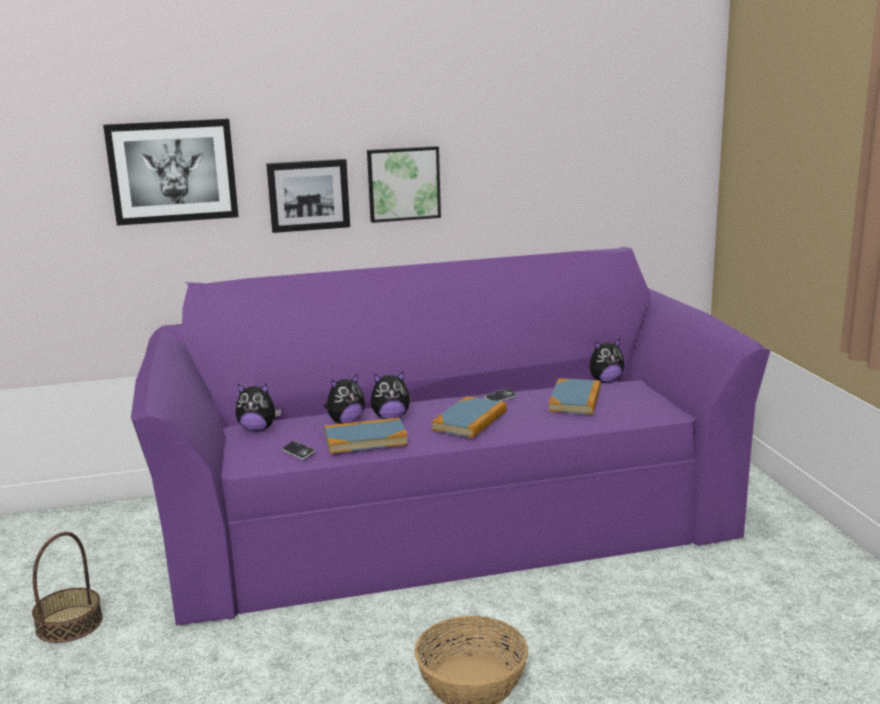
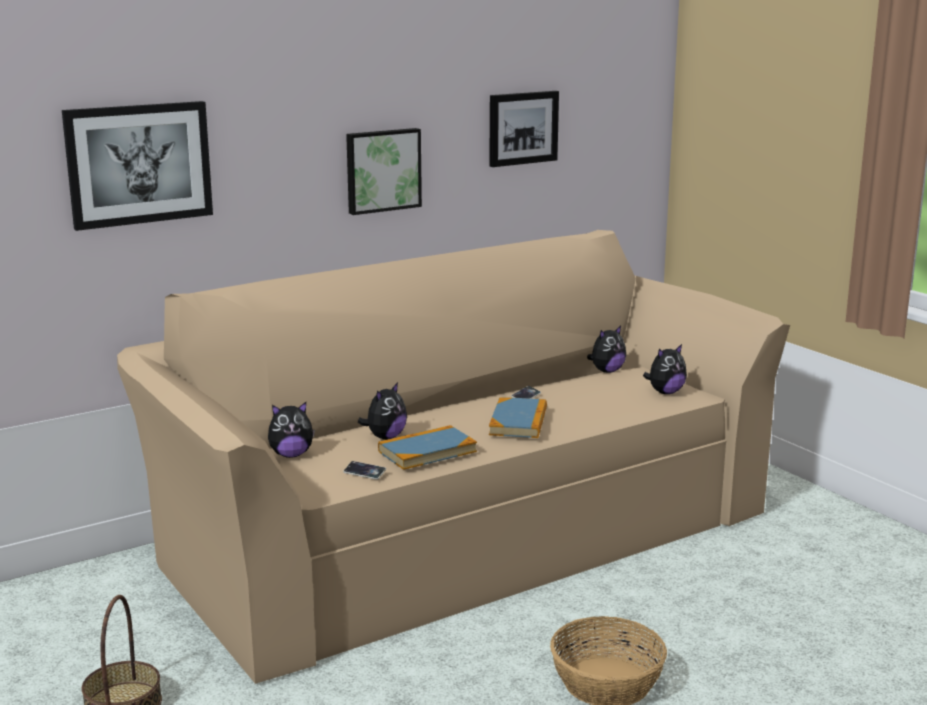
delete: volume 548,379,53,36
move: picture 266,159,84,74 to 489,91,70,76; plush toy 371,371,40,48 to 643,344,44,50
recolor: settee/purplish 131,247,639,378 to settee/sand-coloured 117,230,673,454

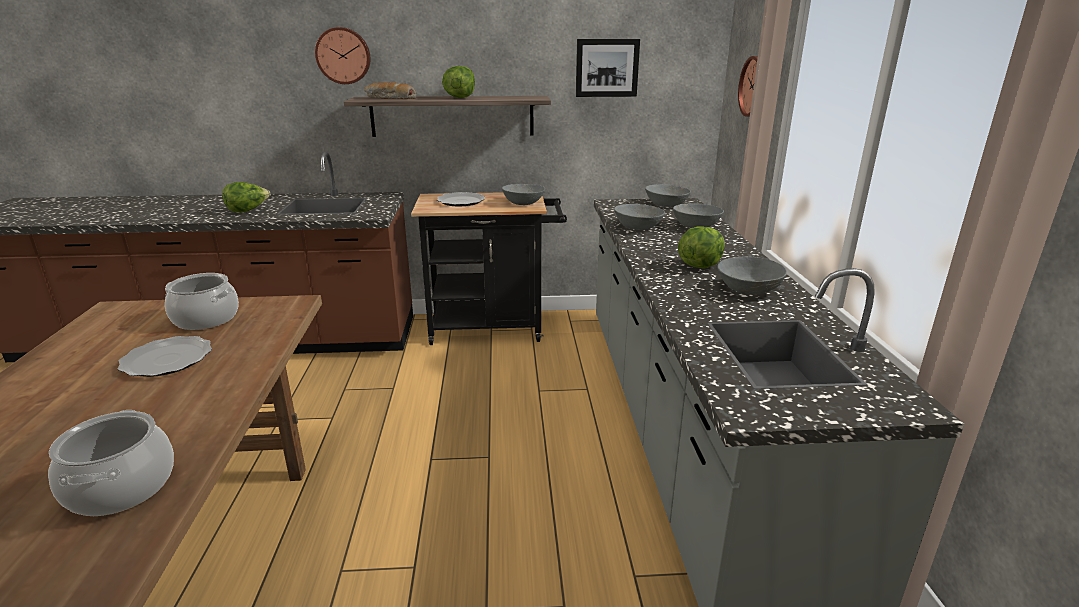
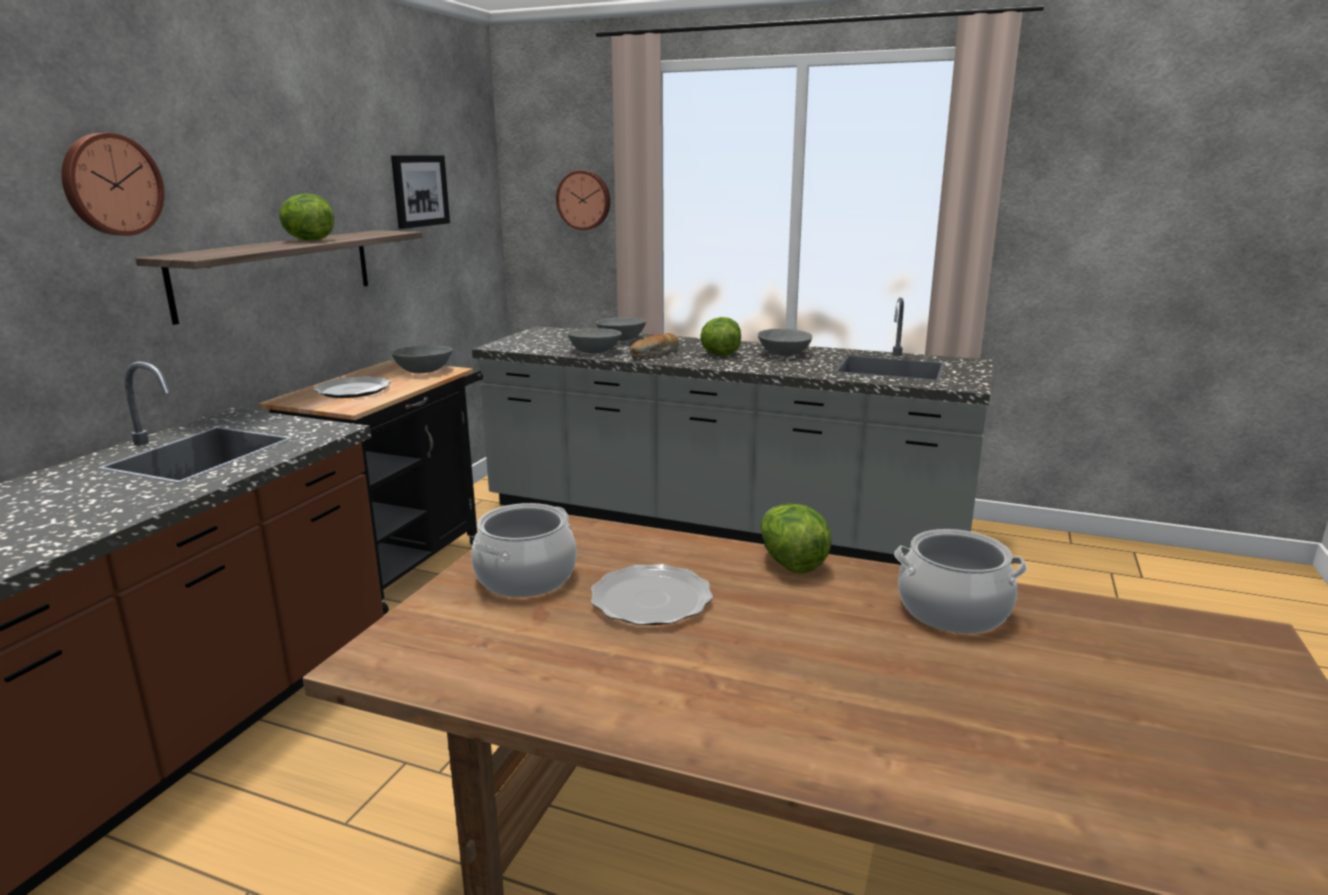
delete: serving bowl/grey 645,184,46,23
move: bakery bread 364,82,52,17 to 630,333,49,25; lettuce head 222,182,49,31 to 761,504,71,70

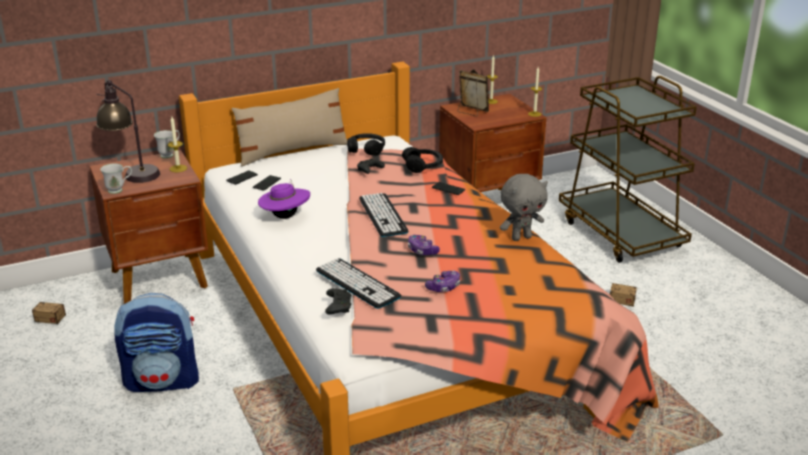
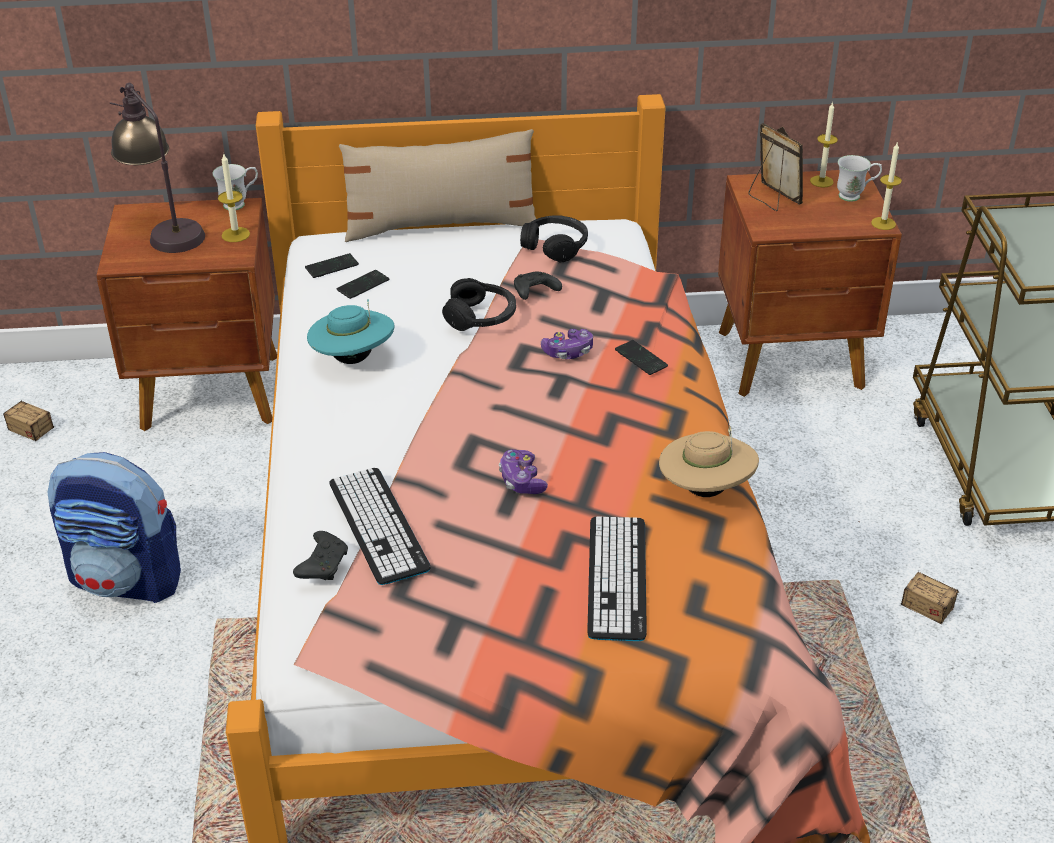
move: headphones/blackish 402,147,41,26 to 442,278,74,53; mug/white 100,163,32,31 to 837,155,45,46; keyboard 359,193,50,44 to 587,516,60,125; joypad 425,271,35,21 to 541,329,52,30
replace: plush toy/grey 500,174,48,67 to clothing hat/sand-coloured 659,426,100,71
recolor: clothing hat/purplish 258,179,52,40 to clothing hat/blue-green 307,300,87,64

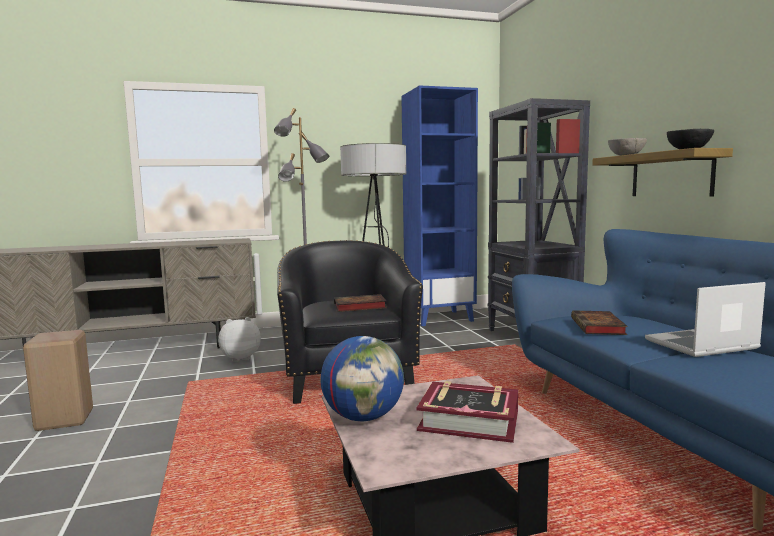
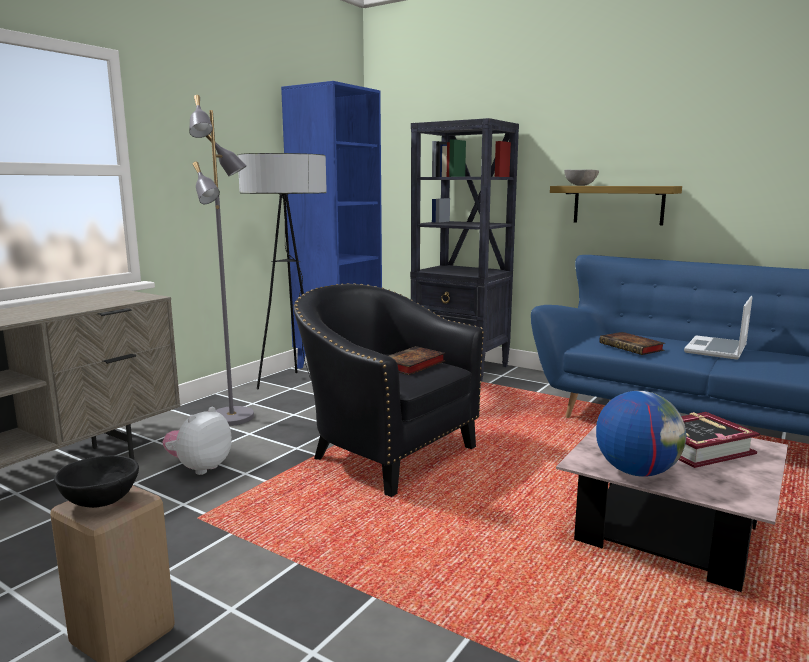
move: serving bowl/blackish 667,129,47,20 to 54,455,85,53

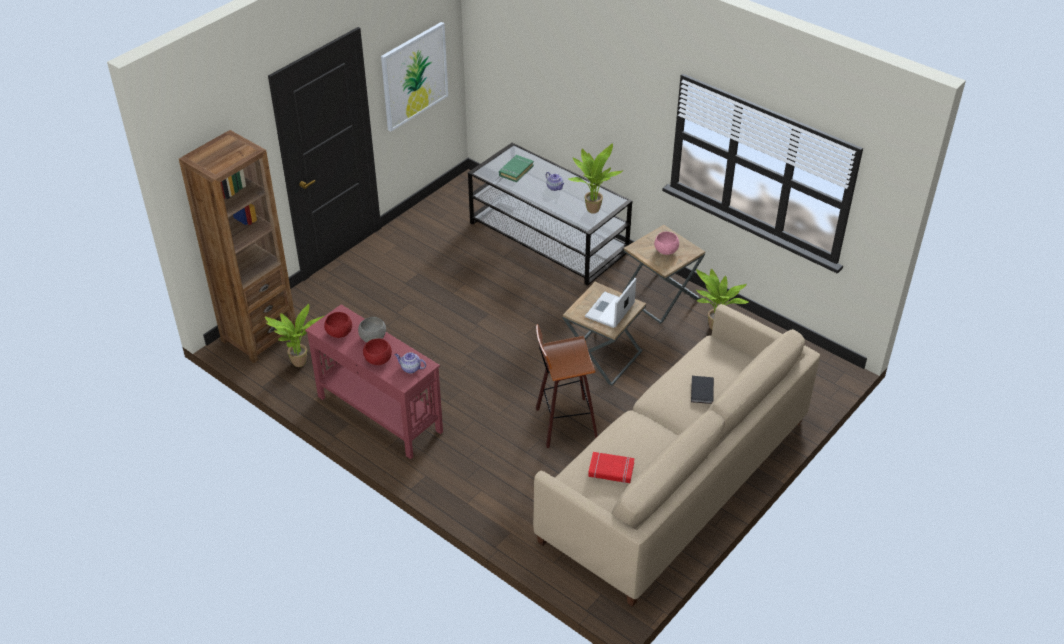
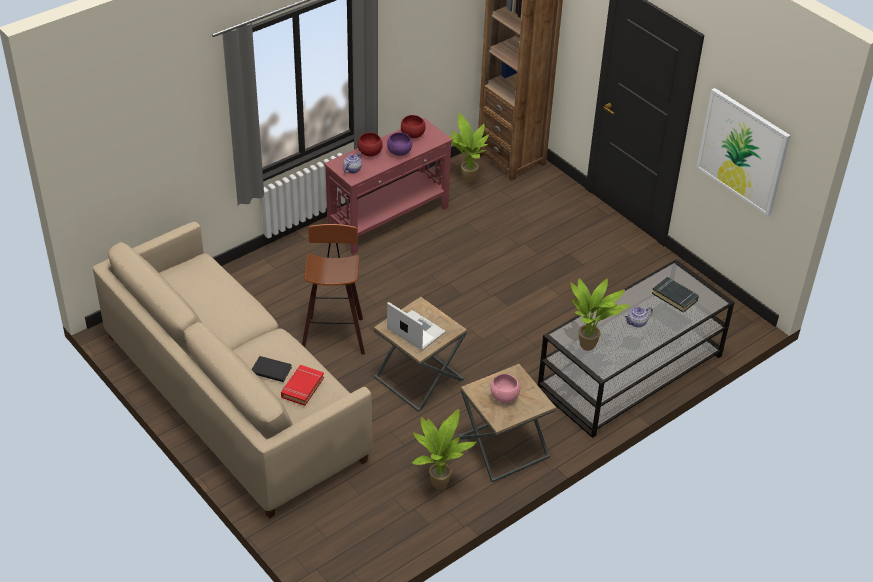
move: volume/reddish 588,452,47,31 to 281,365,43,41
recolor: volume/greenish 499,155,35,27 to volume/blackish 652,277,47,36; serving bowl/grey 358,317,28,25 to serving bowl/purplish 387,132,25,24

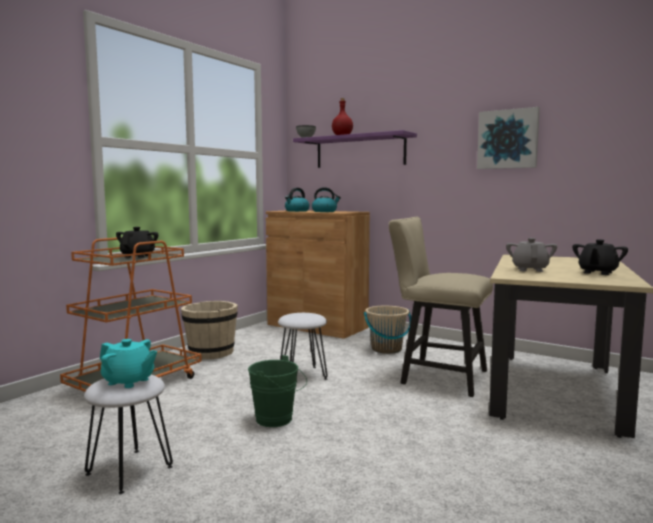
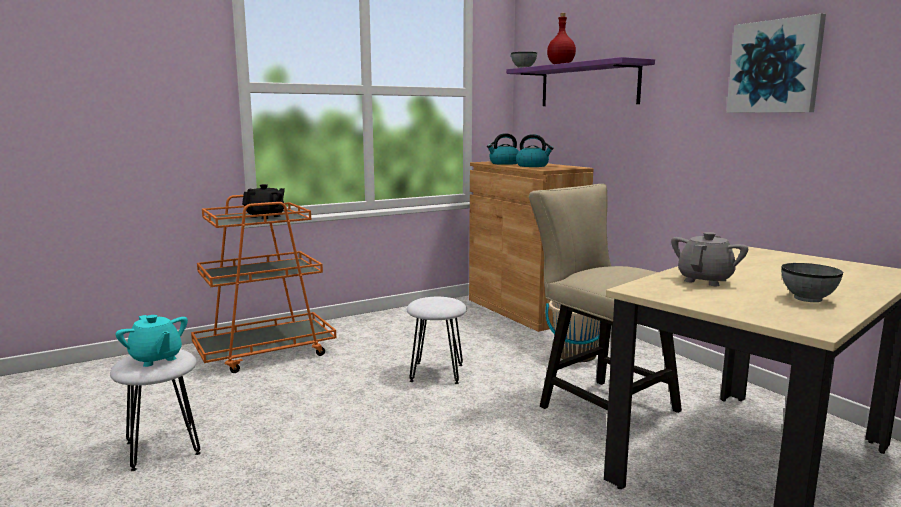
delete: water bucket/sand-coloured 181,301,57,58; water bucket/greenish 248,355,59,72
replace: pot for tea/blackish 572,239,56,36 to serving bowl/grey 781,263,62,39

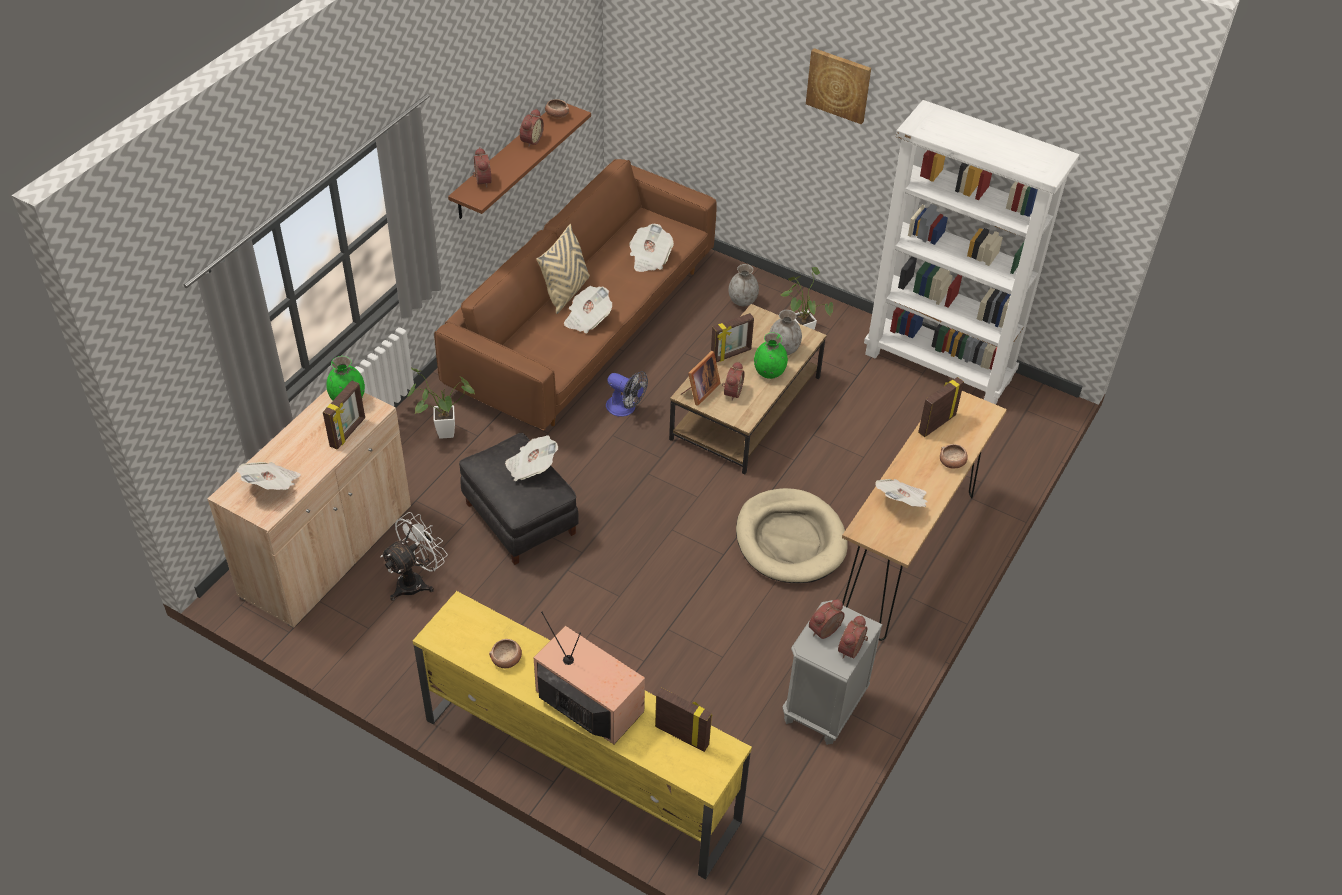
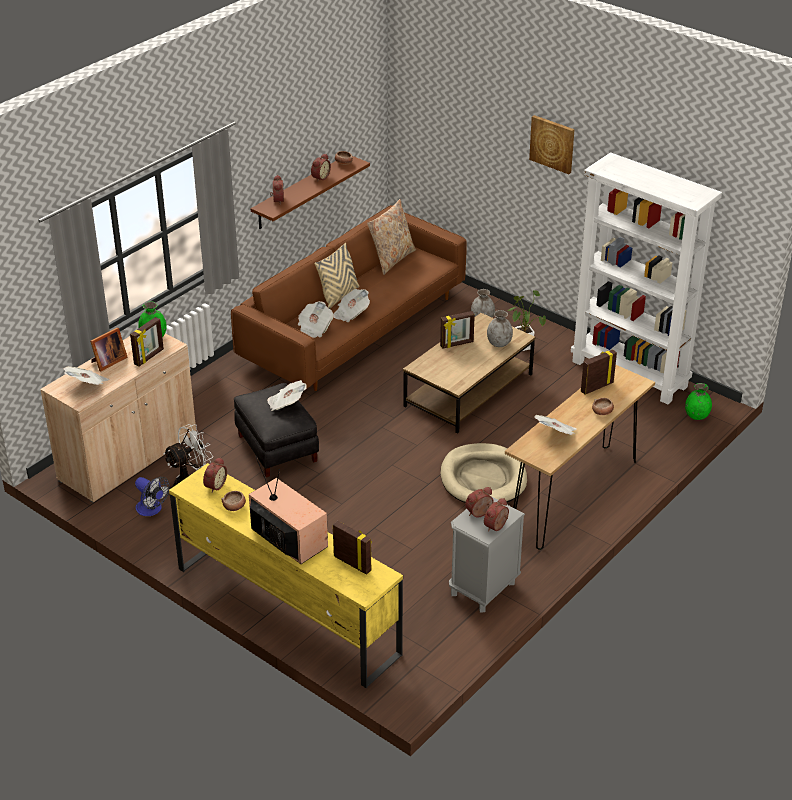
delete: potted plant 407,368,68,71
insert: throw pillow/sand-coloured 367,199,49,76
move: newspaper 629,224,45,48 to 297,301,36,37; flower vase/greenish 754,333,34,46 to 685,383,27,37; picture frame 681,351,40,55 to 90,327,38,44; bedside clock 722,361,23,40 to 203,457,24,36; fan 606,371,42,46 to 135,477,35,39

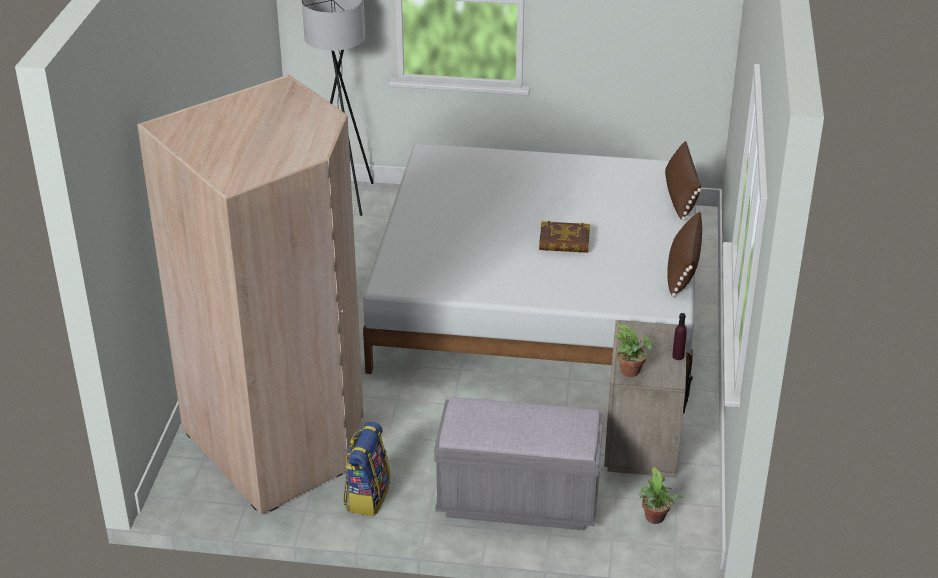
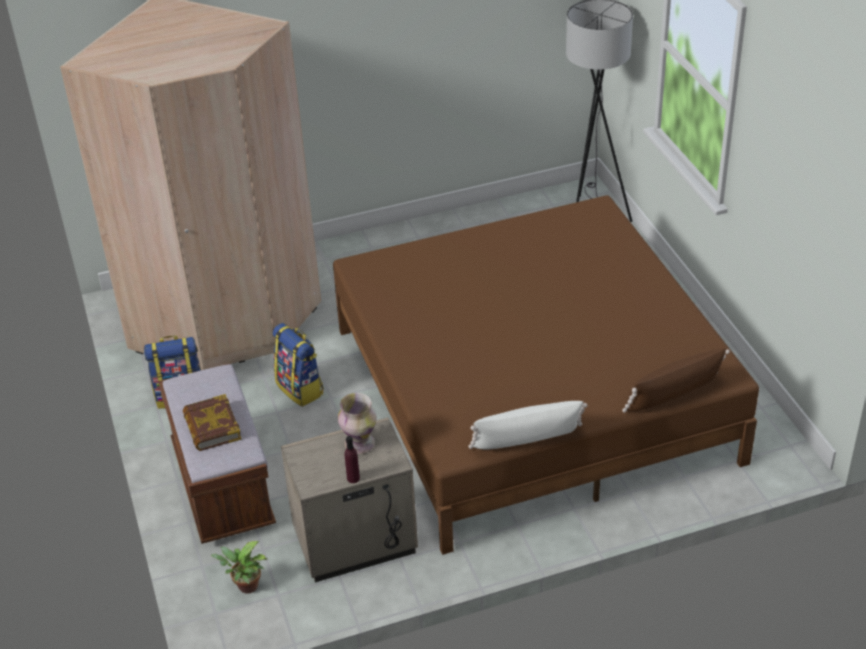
delete: potted plant 615,324,40,53
insert: rucksack 272,323,52,84; flower vase 338,393,39,61
move: volume 539,221,51,32 to 183,394,58,57
recolor: sleeping bed/white 363,144,334,238 to sleeping bed/brown-coloured 333,195,426,360; throw pillow/brown-coloured 667,212,35,85 to throw pillow/white 468,401,120,49; long seat/grey 434,398,170,132 to long seat/brown-coloured 158,363,118,181

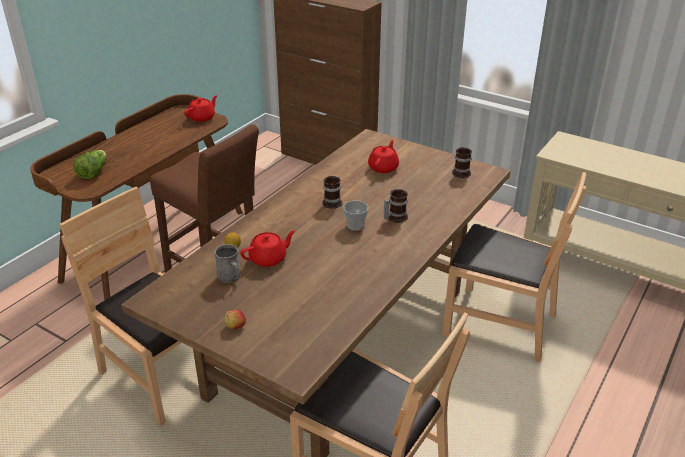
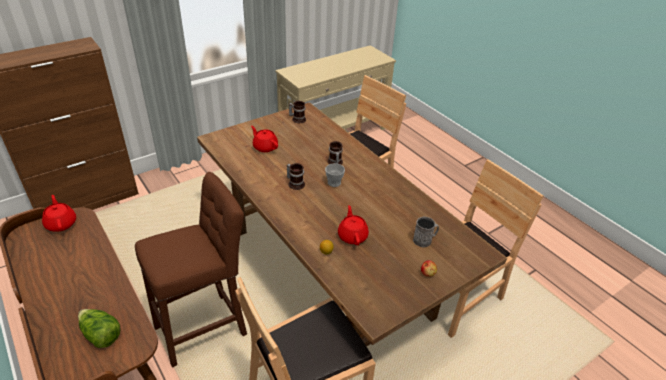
move: mug/grey 214,244,27,39 to 413,217,26,31

